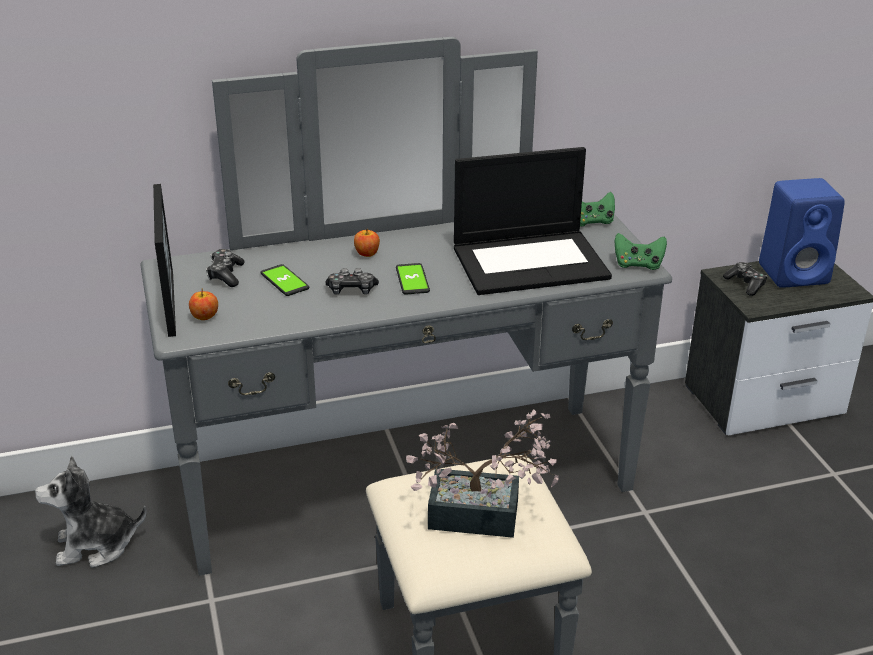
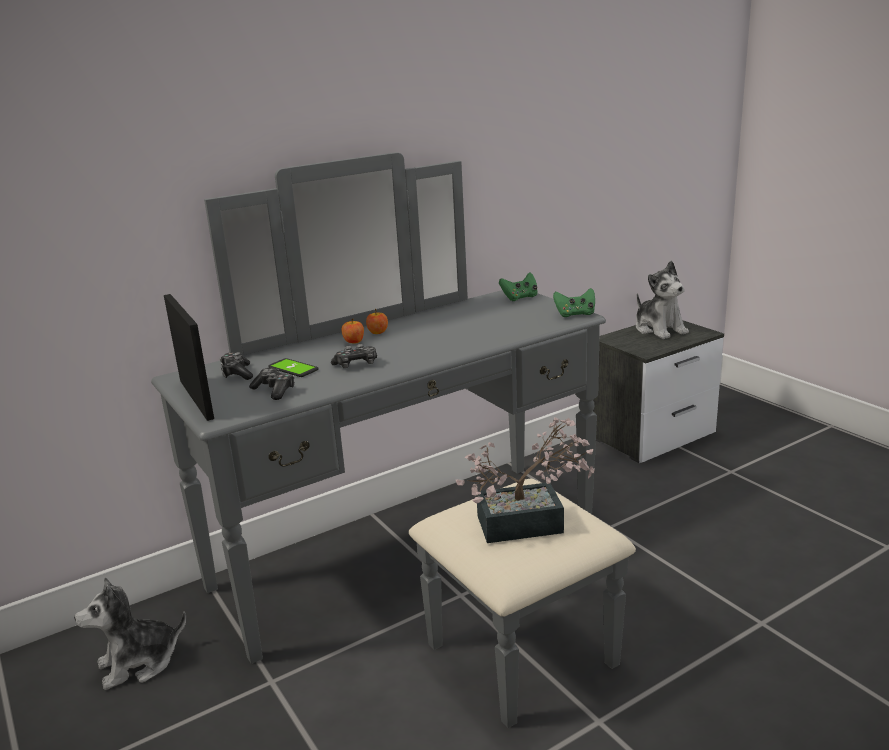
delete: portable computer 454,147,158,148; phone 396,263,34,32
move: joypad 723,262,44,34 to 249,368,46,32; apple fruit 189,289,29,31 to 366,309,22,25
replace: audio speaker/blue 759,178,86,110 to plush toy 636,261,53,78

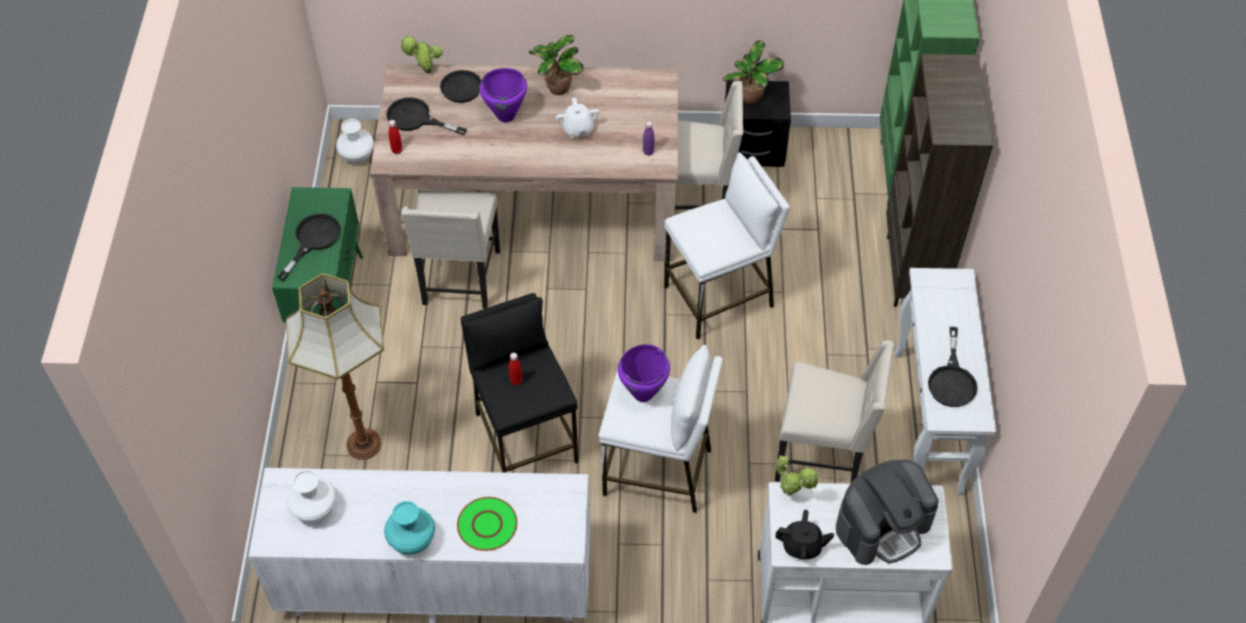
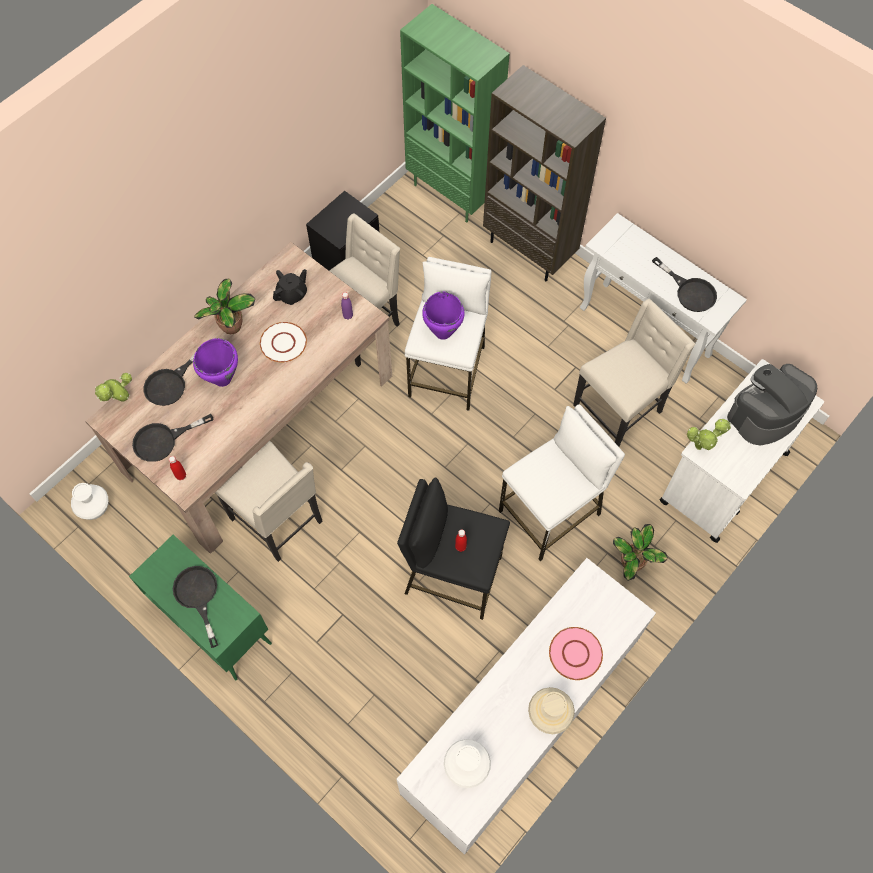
delete: floor lamp 286,273,98,187
move: potted plant 723,40,61,64 to 613,524,55,57; stockpot/purplish 618,344,52,58 to 422,291,42,49; pot for tea/blackish 775,510,59,49 to 273,269,34,36
replace: pot for tea/white 556,97,44,41 to flat dish/white 260,322,47,40
recolor: flat dish/greenish 457,497,60,54 to flat dish/pink-coloured 549,627,54,53; flower vase/blue-green 384,501,51,54 to flower vase/sand-coloured 528,687,47,47
rotate: coffee machine 836,460,102,105 = 727,364,90,81 135 degrees counterclockwise

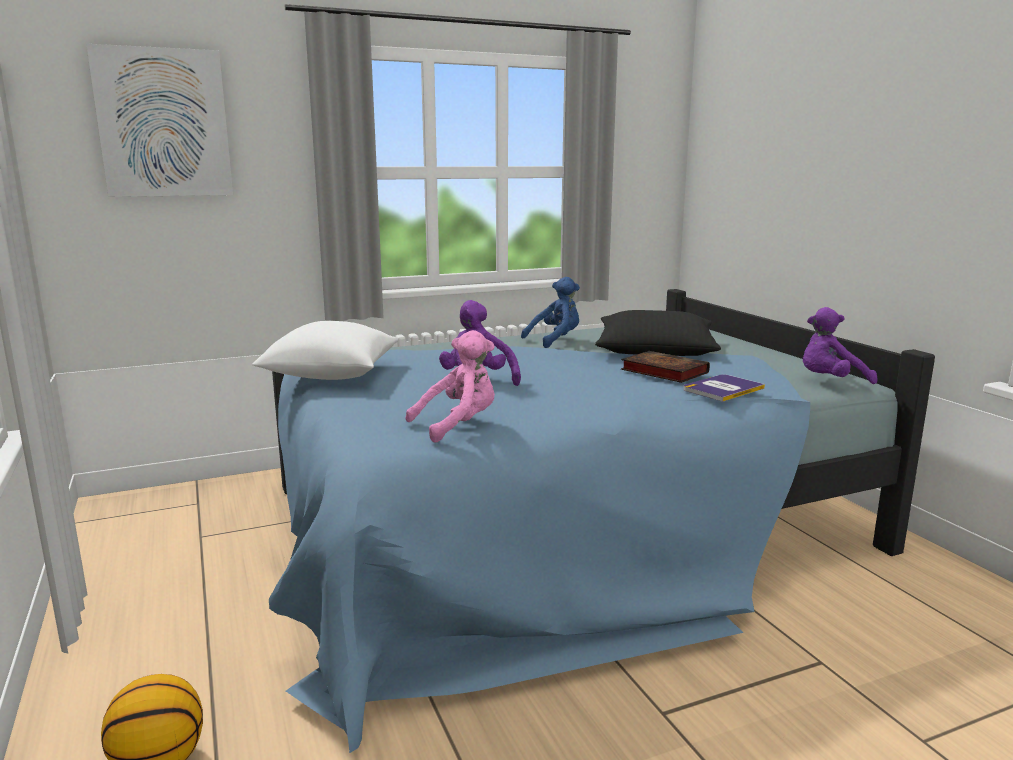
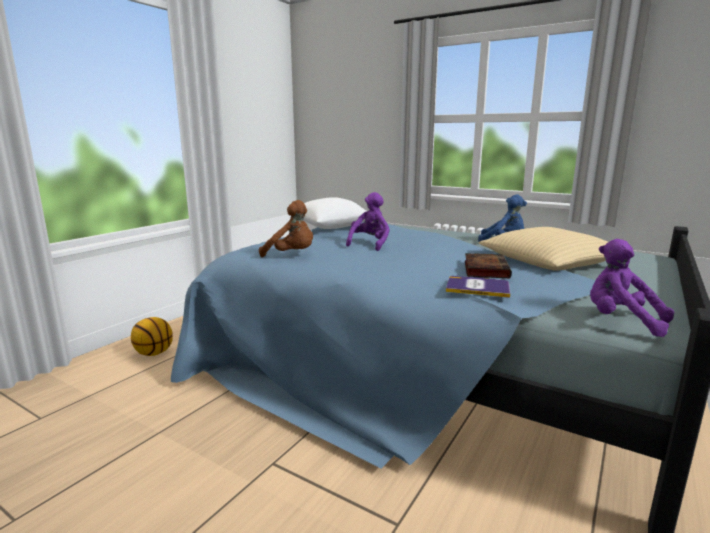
delete: picture 86,44,147,153
recolor: throw pillow/blackish 595,310,126,46 to throw pillow/sand-coloured 479,227,129,43; plush toy/pink-coloured 406,330,89,113 to plush toy/brown-coloured 259,200,54,57

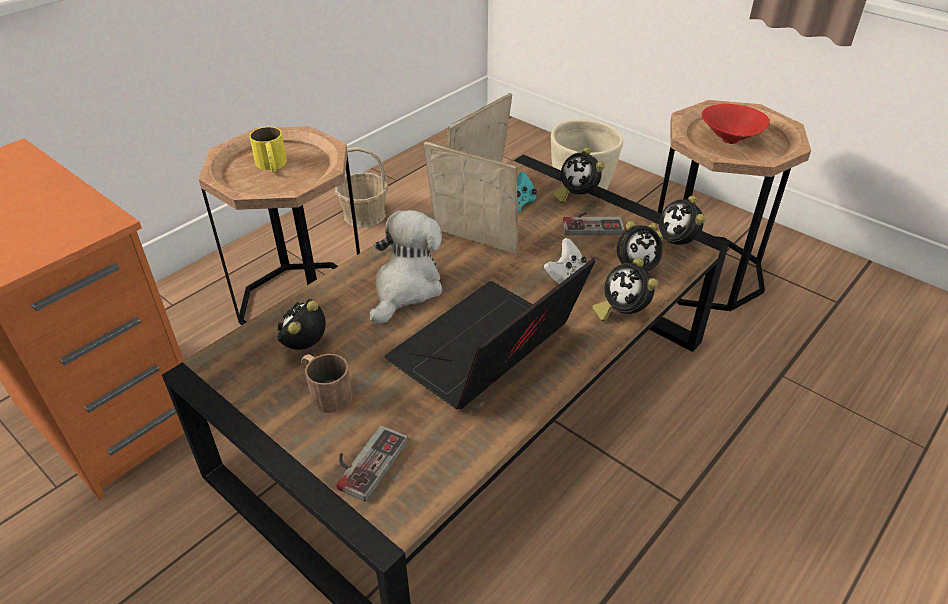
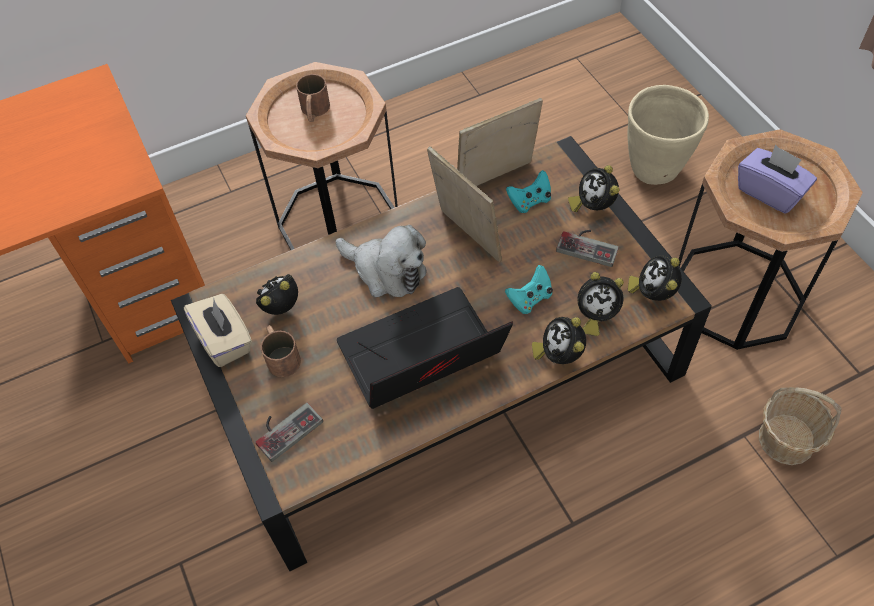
insert: tissue holder/sand-coloured 184,294,68,73
move: basket 335,147,53,81 to 759,387,83,78
replace: serving bowl/reddish 702,104,68,40 to tissue holder/purplish 738,145,79,68
recolor: mug/yellow-coloured 249,127,38,46 to mug/brown-coloured 296,74,34,48; joypad/white 544,238,43,46 to joypad/blue-green 505,265,48,49
rotate: plush toy 370,210,72,114 = 336,225,91,72 75 degrees clockwise

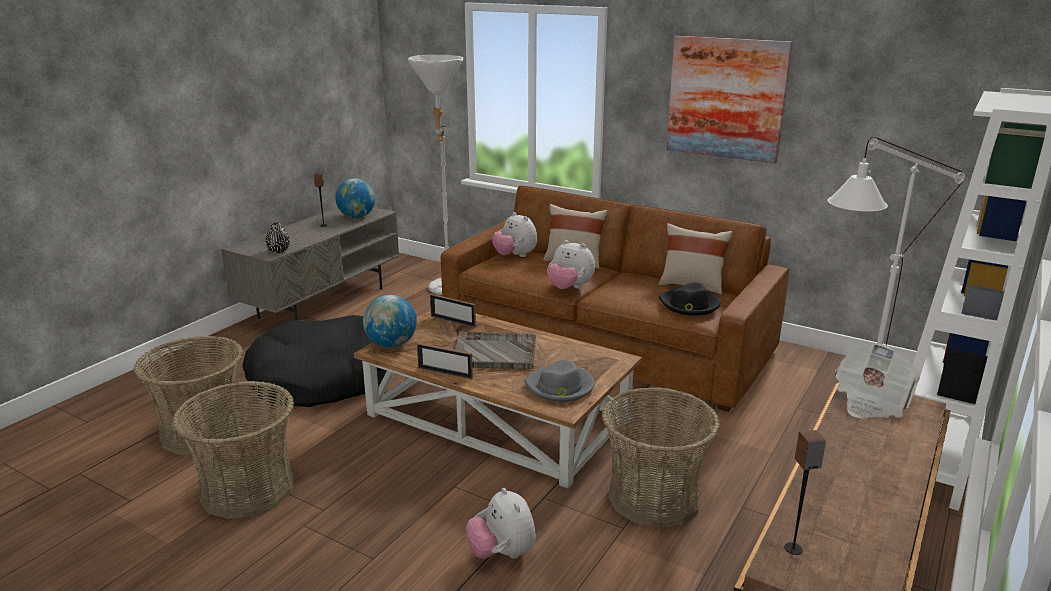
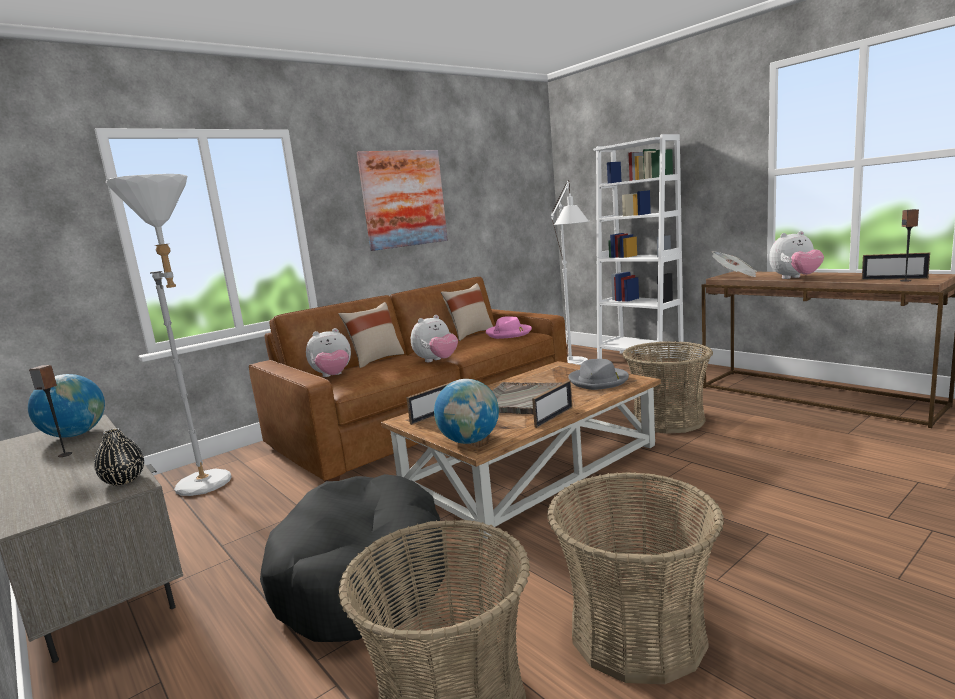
insert: picture frame 862,253,68,27
move: plush toy 466,488,70,71 to 769,231,55,48
recolor: clothing hat/blackish 659,282,61,34 to clothing hat/pink-coloured 486,316,46,23

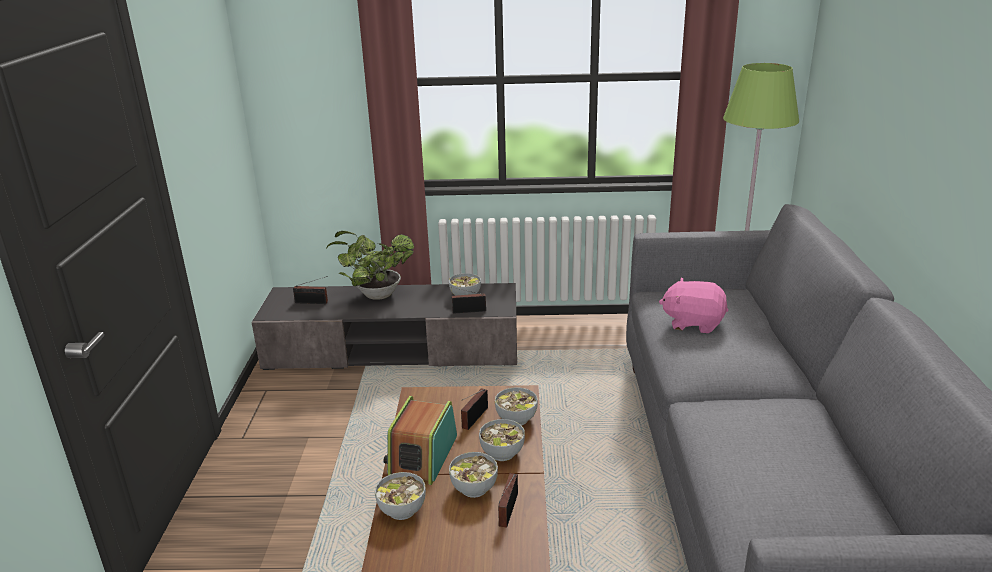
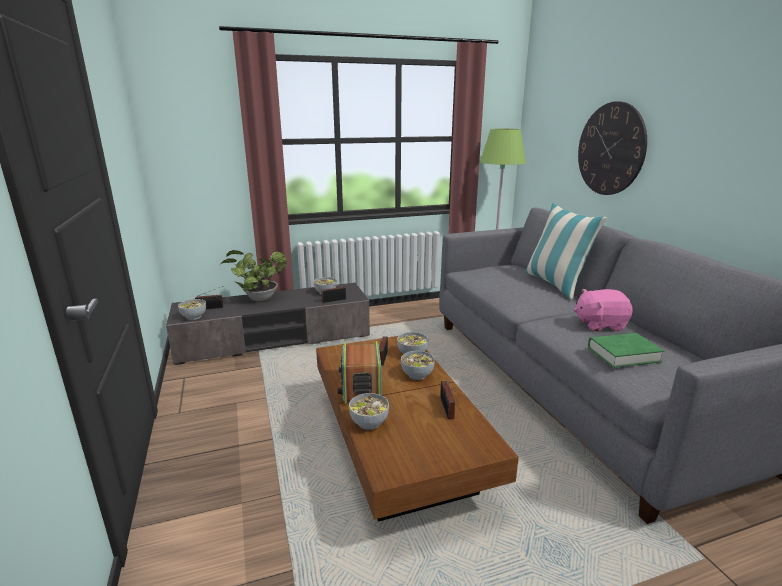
insert: clock on the wall 578,101,69,94; throw pillow 525,203,82,96; volume/greenish 588,333,76,35
move: plush toy/pink-coloured 659,277,69,56 to 574,289,59,42; serving bowl 449,452,49,46 to 178,299,28,21

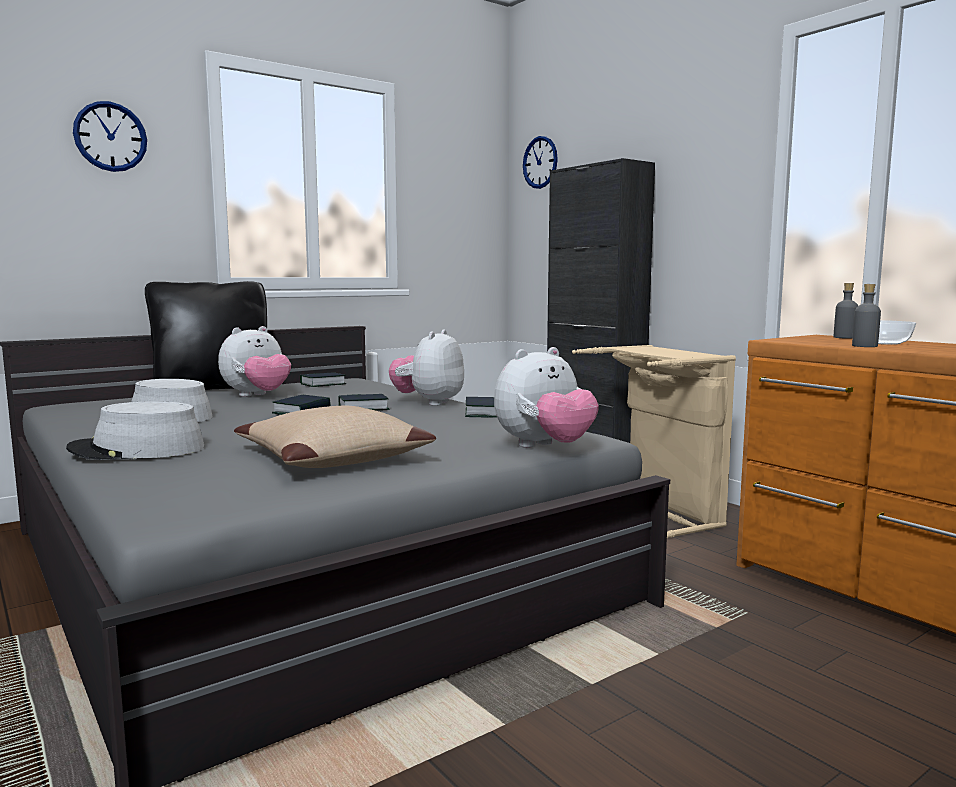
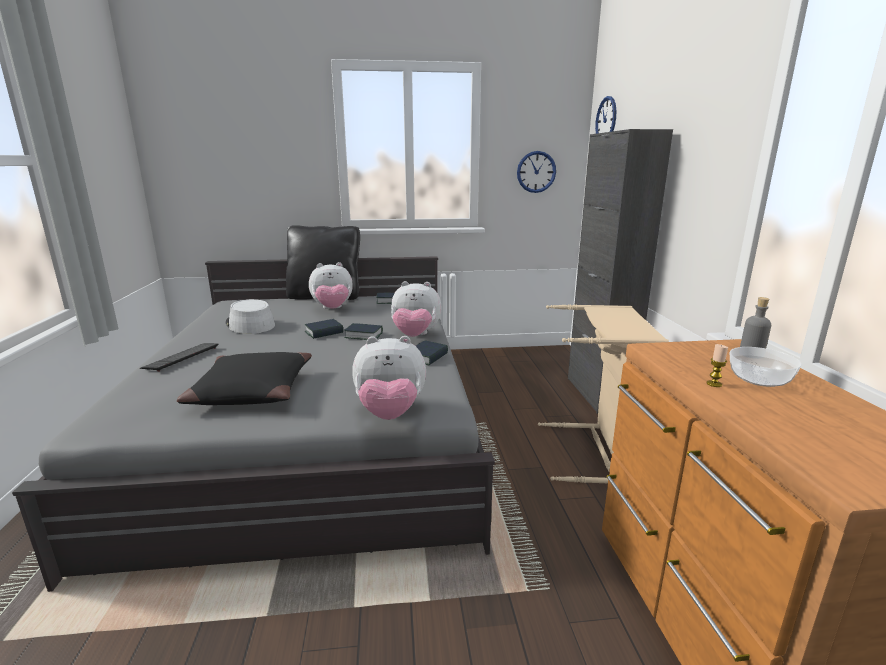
move: clock on the wall 73,101,74,71 to 517,151,39,42
replace: bottle/grey 852,284,29,63 to candle 706,344,22,43; clothing hat/grey 66,401,139,59 to keyboard 140,343,78,29
recolor: throw pillow/sand-coloured 234,406,202,62 to throw pillow/blackish 177,352,135,53
rotate: plush toy 389,329,75,77 = 391,281,51,56 135 degrees counterclockwise

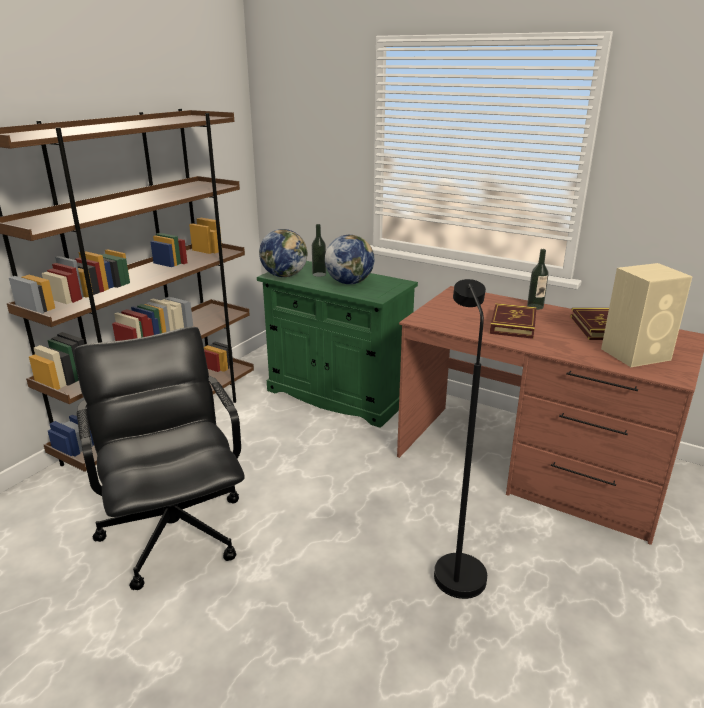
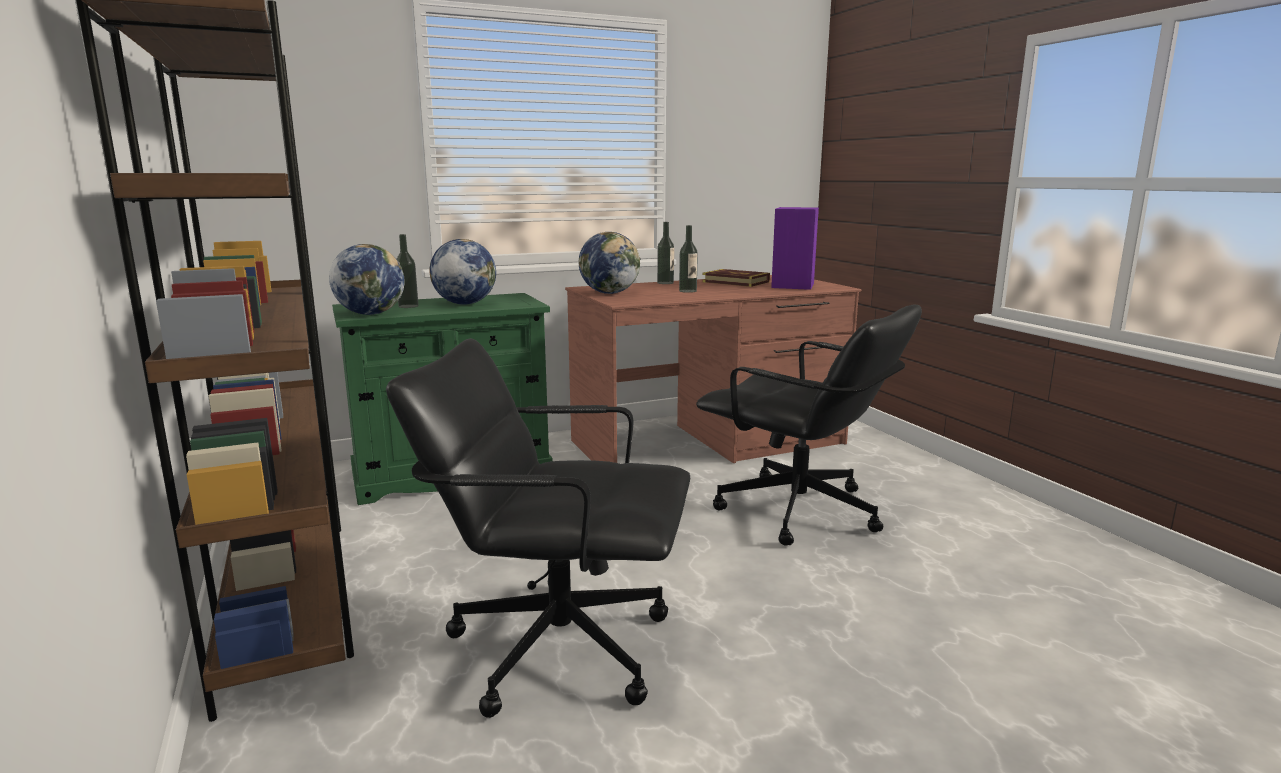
insert: world globe 579,232,62,62
replace: floor lamp/blackish 434,279,53,320 to desk chair/blackish 696,305,226,240; volume 490,303,46,36 to bottle 679,225,19,68
recolor: audio speaker/sand-coloured 601,263,92,104 to audio speaker/purplish 771,207,48,83

